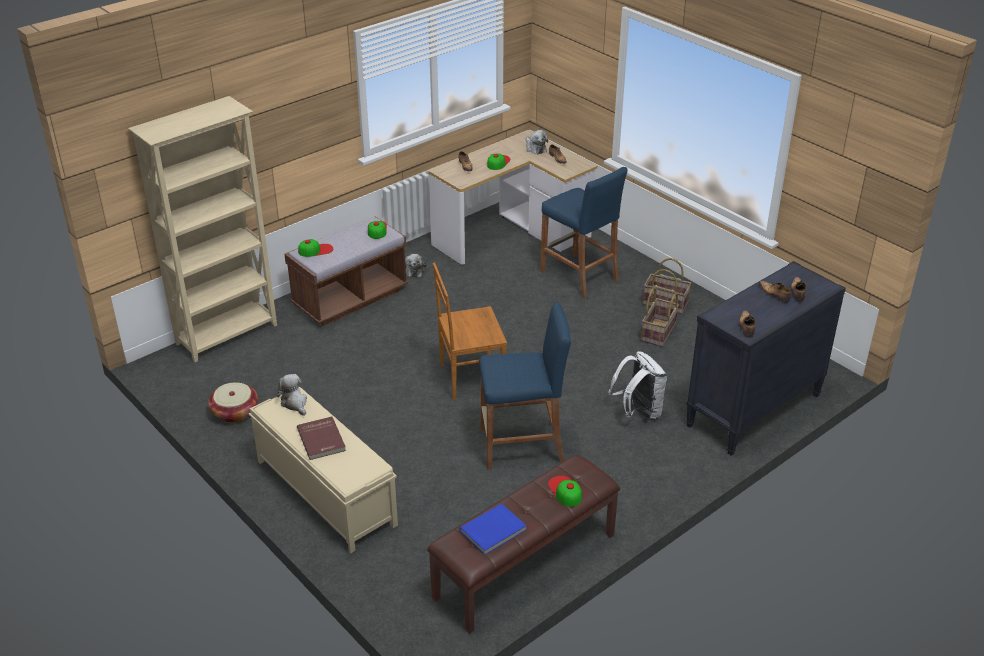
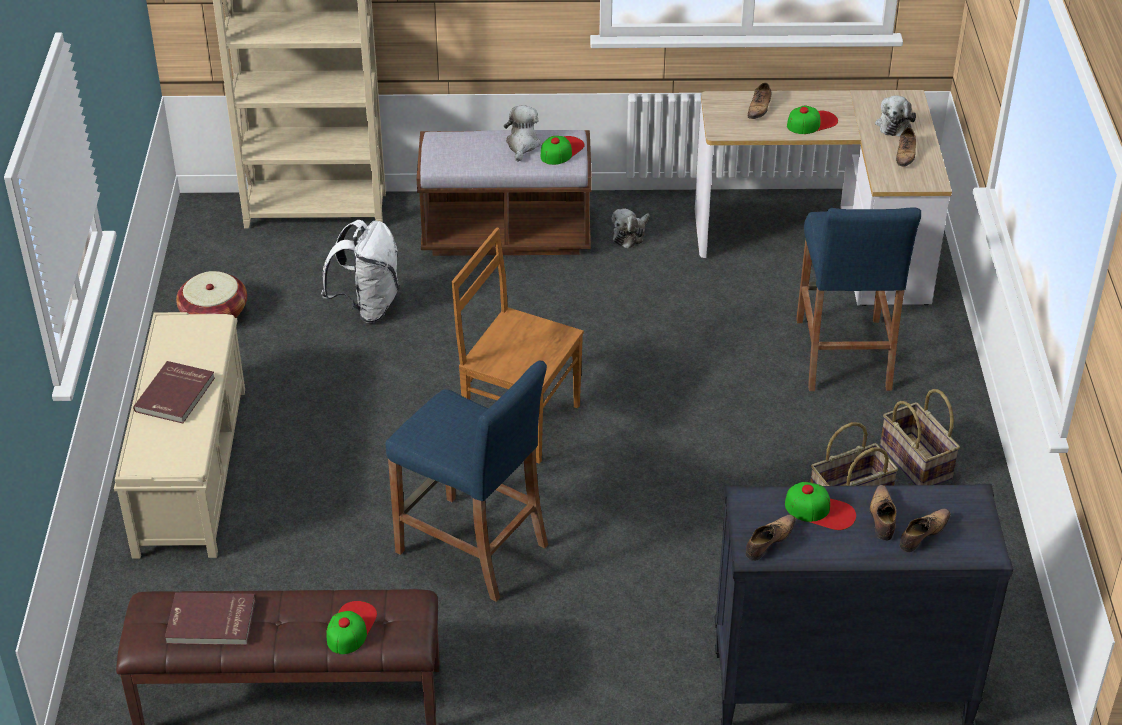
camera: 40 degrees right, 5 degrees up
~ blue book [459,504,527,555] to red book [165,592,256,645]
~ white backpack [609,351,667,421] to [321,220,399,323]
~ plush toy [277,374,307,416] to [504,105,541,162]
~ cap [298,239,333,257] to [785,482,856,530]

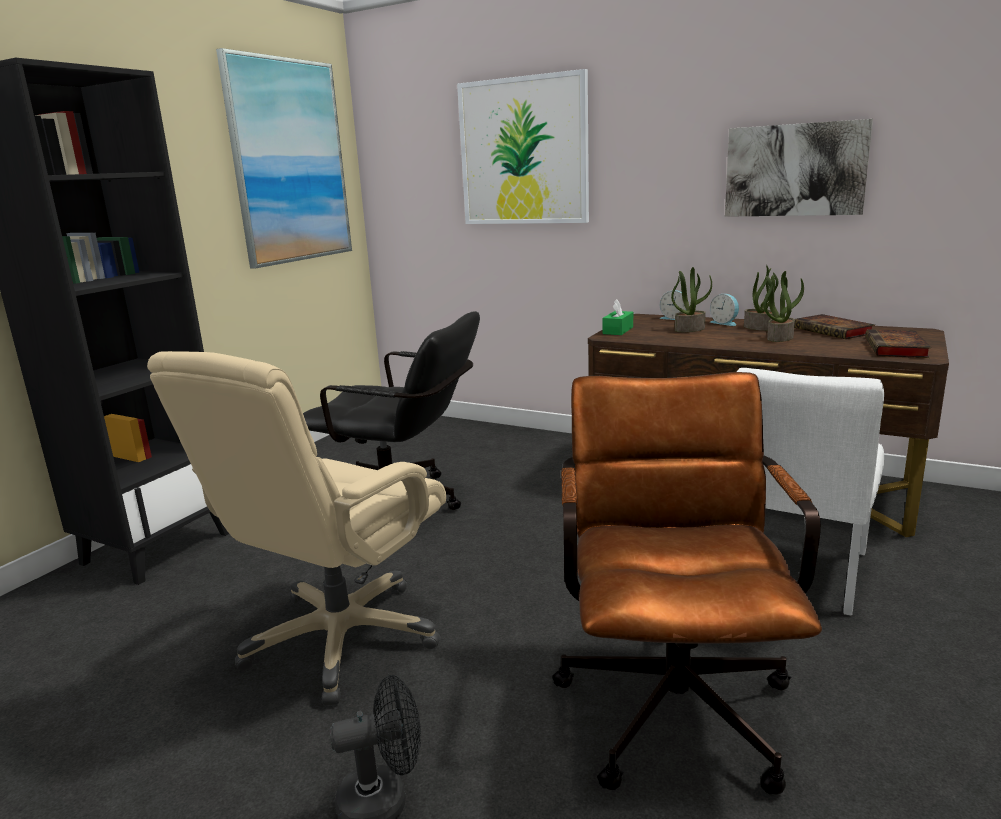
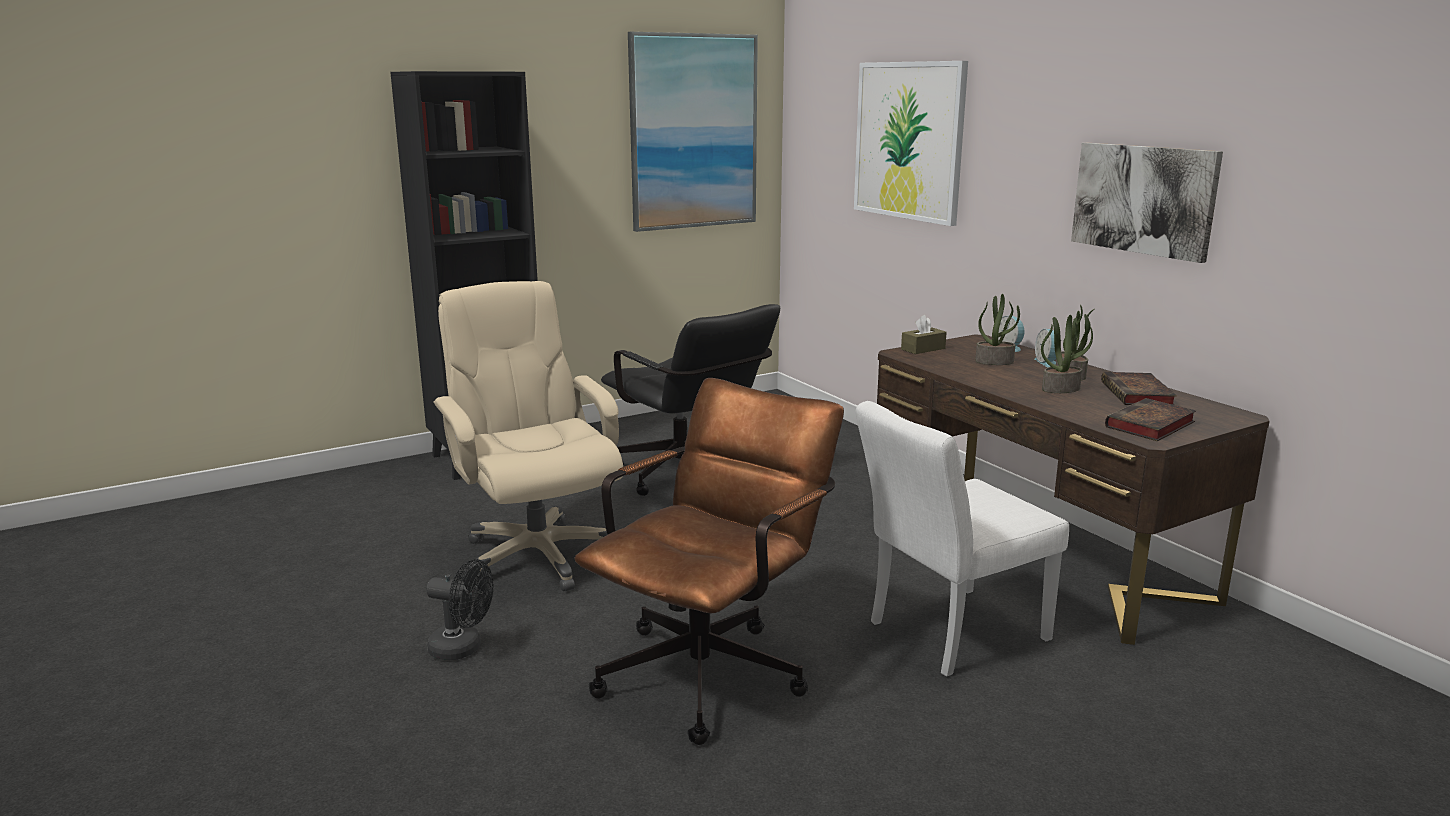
camera: 30 degrees right, 0 degrees up
~ beige office chair [147,351,446,706] = [433,281,623,591] 90 degrees clockwise
~ green tissue box [602,299,633,335] to brown tissue box [901,315,947,354]

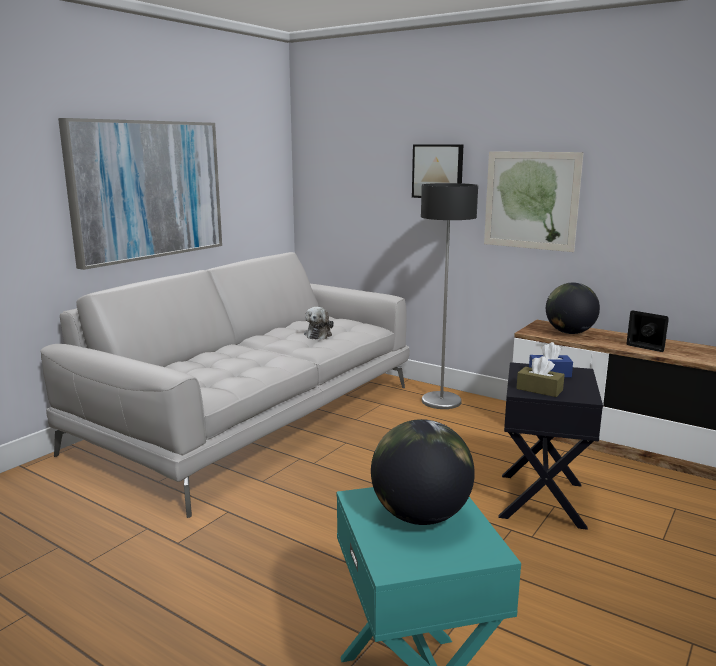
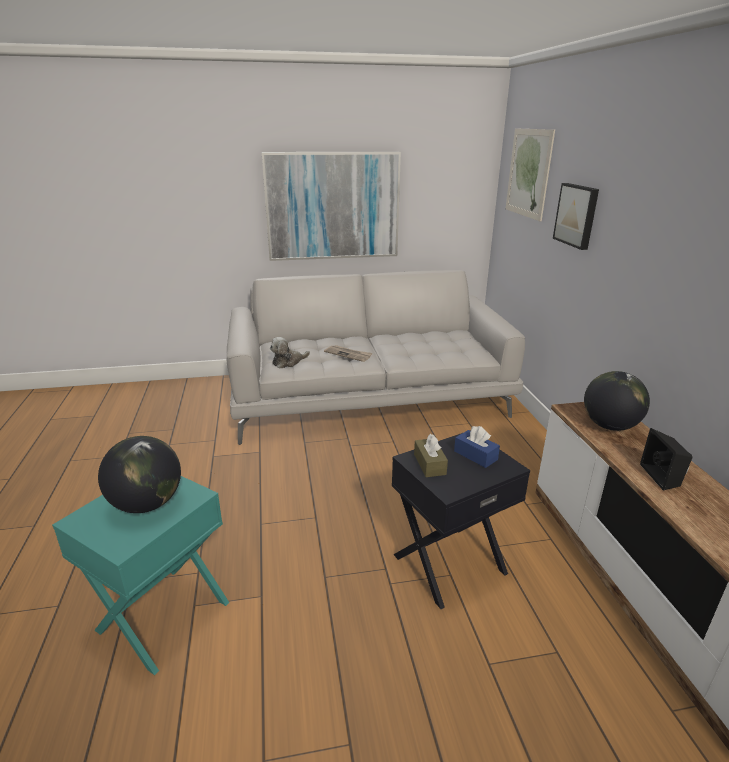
camera: 45 degrees right, 10 degrees up
~ plush toy [304,307,334,340] to [270,337,310,369]
+ newspaper [324,345,373,362]
~ picture [484,151,583,252] to [506,128,555,221]
- floor lamp [421,183,478,409]

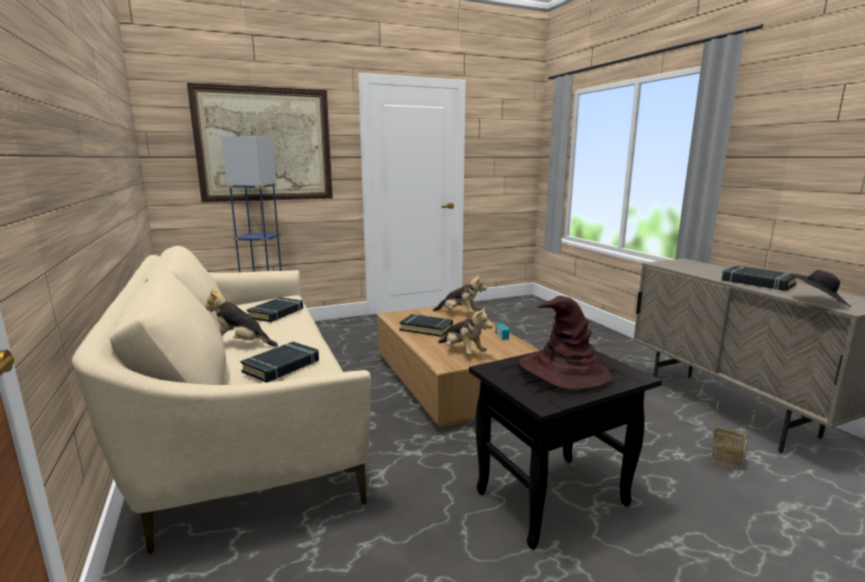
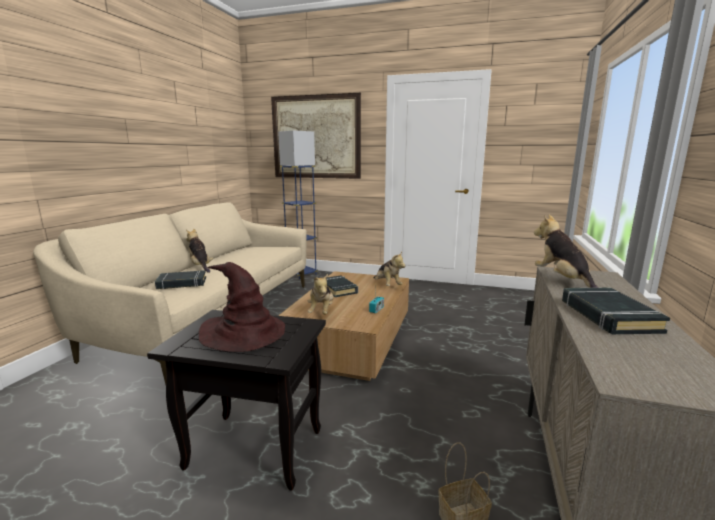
camera: 40 degrees right, 0 degrees up
+ plush toy [534,215,599,288]
- black book [247,297,303,322]
- black hat [791,270,851,307]

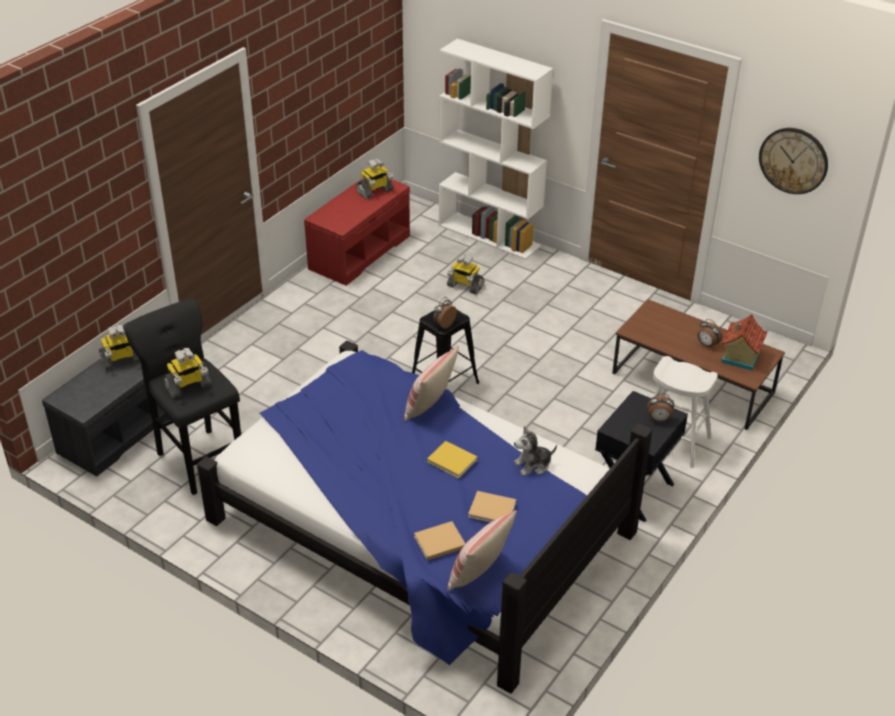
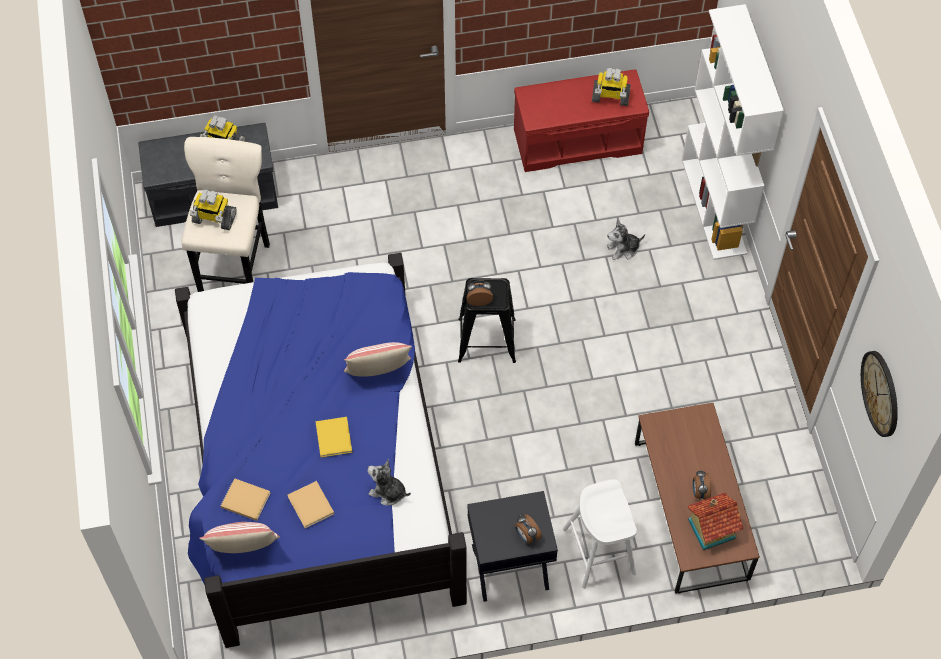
camera: 45 degrees right, 20 degrees up
~ black stool [123,298,241,495] to beige stool [182,137,270,292]
~ toy robot [447,254,484,294] to plush toy [607,219,645,260]

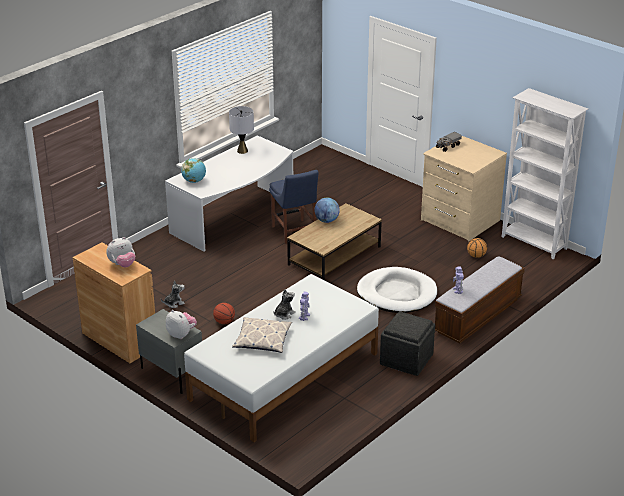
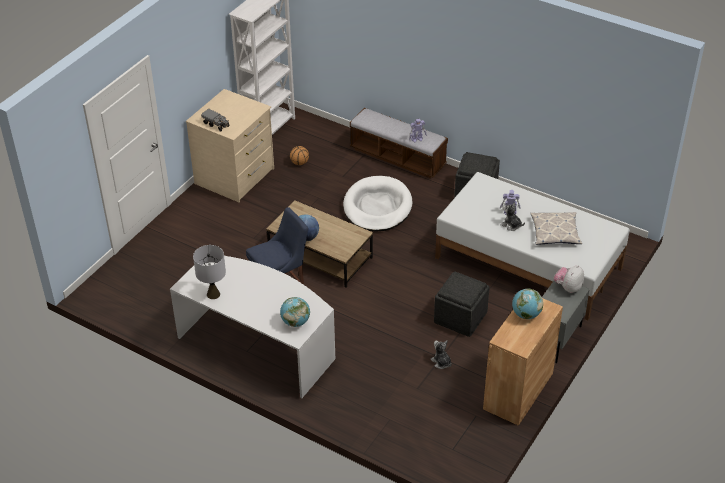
camera: 100 degrees left, 10 degrees up
~ basketball [213,303,235,324] to grey ottoman [434,272,489,337]
~ plush toy [106,237,135,267] to globe [512,288,543,319]

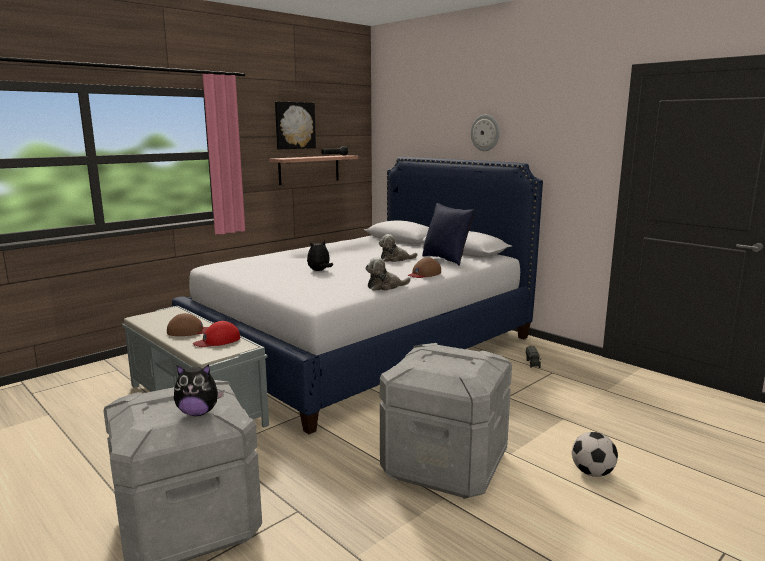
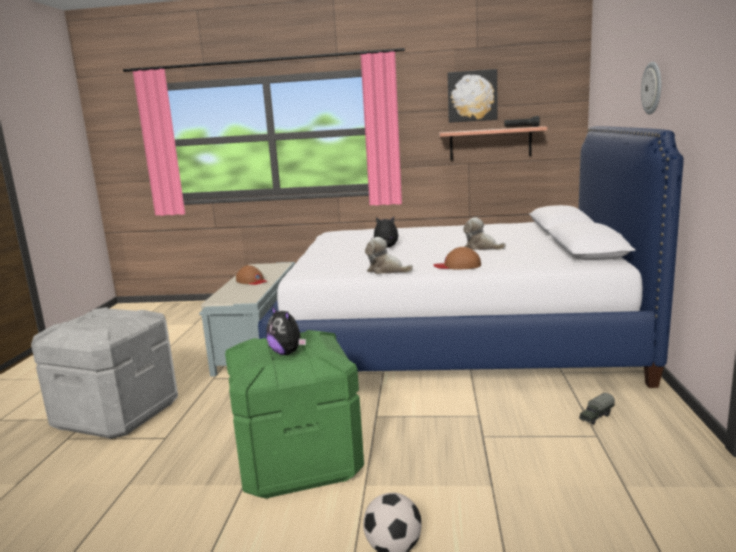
camera: 50 degrees right, 0 degrees up
~ grey storage box [380,343,512,499] to green storage box [225,330,364,499]
~ plush toy [174,365,224,416] to [266,307,306,355]
- red cap [193,321,240,347]
- blue pillow [422,203,476,266]

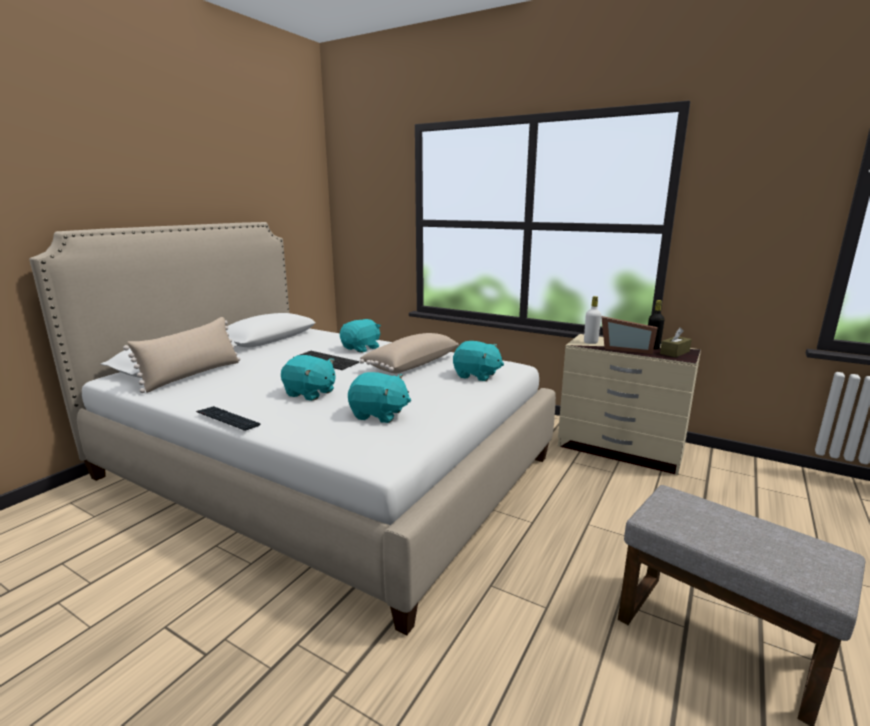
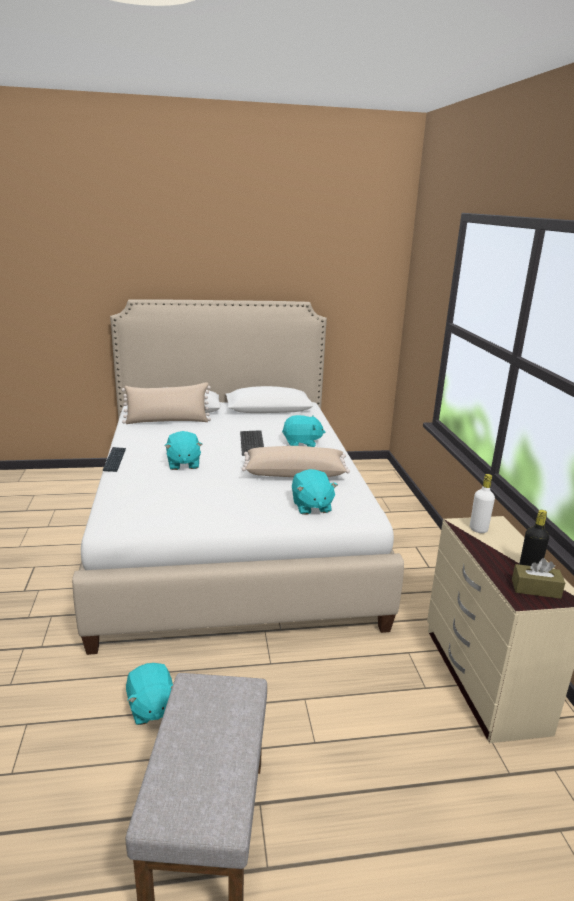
camera: 50 degrees right, 5 degrees up
~ turquoise plush toy [348,372,411,423] to [126,663,173,725]
- picture frame [601,316,658,354]

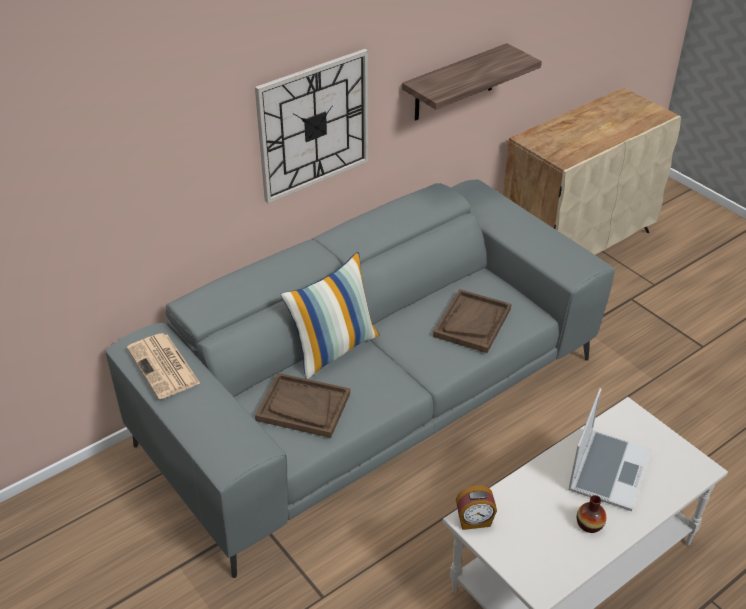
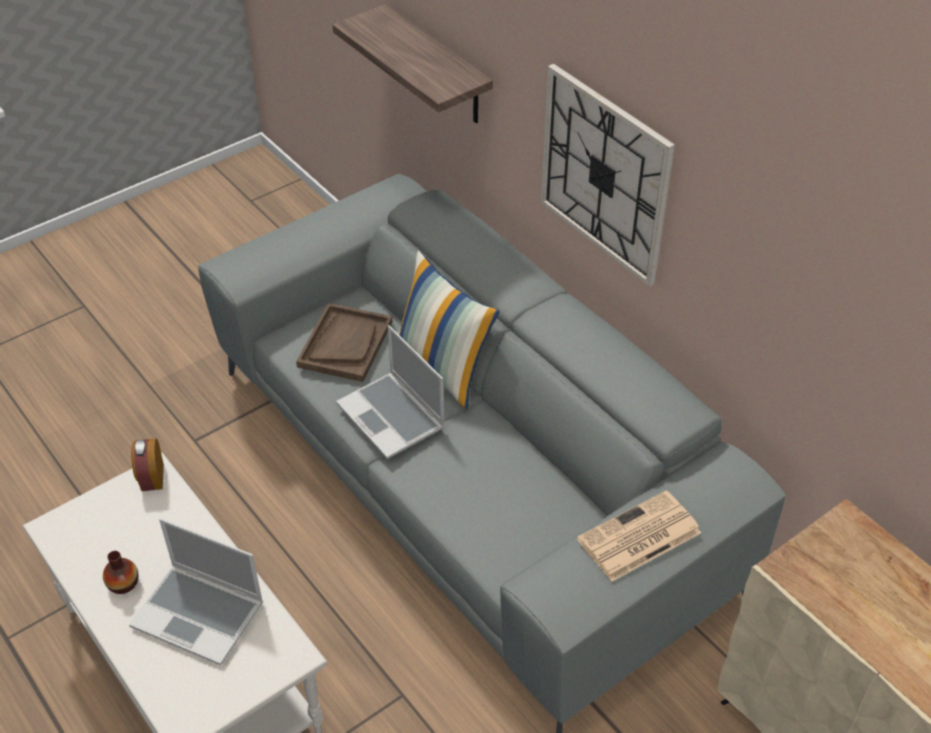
camera: 90 degrees right, 5 degrees up
~ shelf [402,43,542,120] to [333,4,493,124]
+ laptop [336,325,445,459]
~ newspaper [127,333,201,399] to [577,491,701,582]
- brown tray [433,289,511,353]

